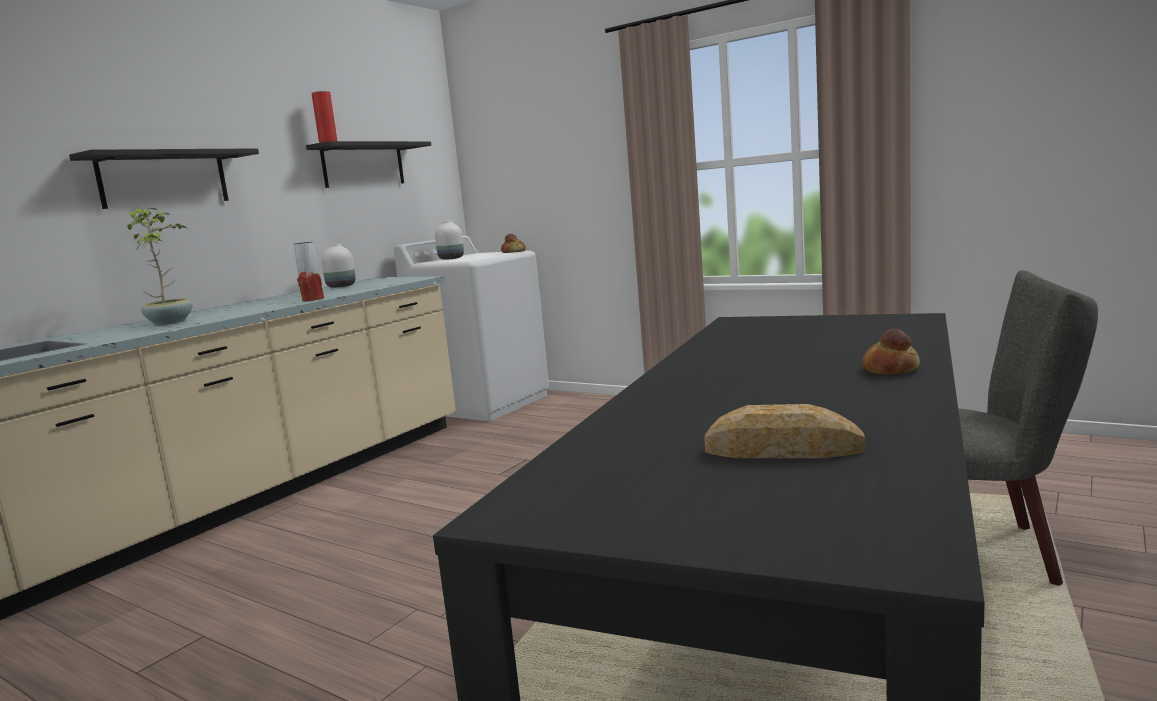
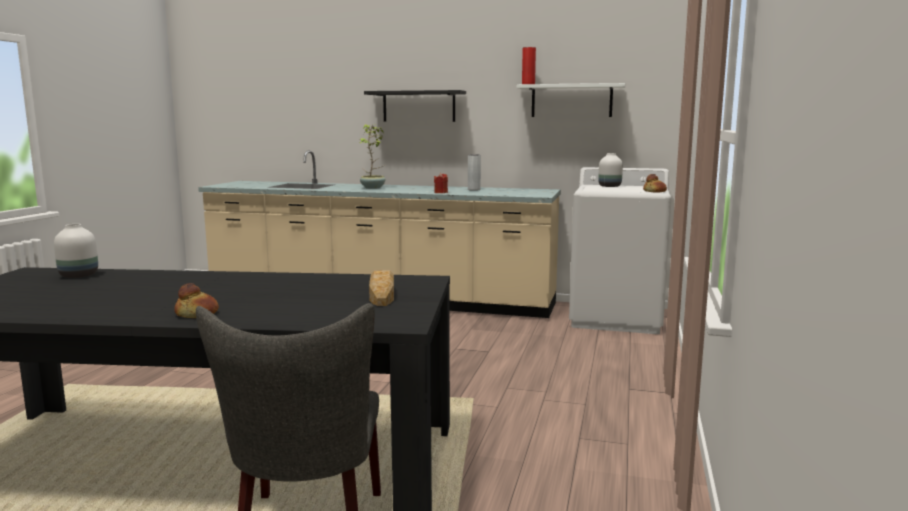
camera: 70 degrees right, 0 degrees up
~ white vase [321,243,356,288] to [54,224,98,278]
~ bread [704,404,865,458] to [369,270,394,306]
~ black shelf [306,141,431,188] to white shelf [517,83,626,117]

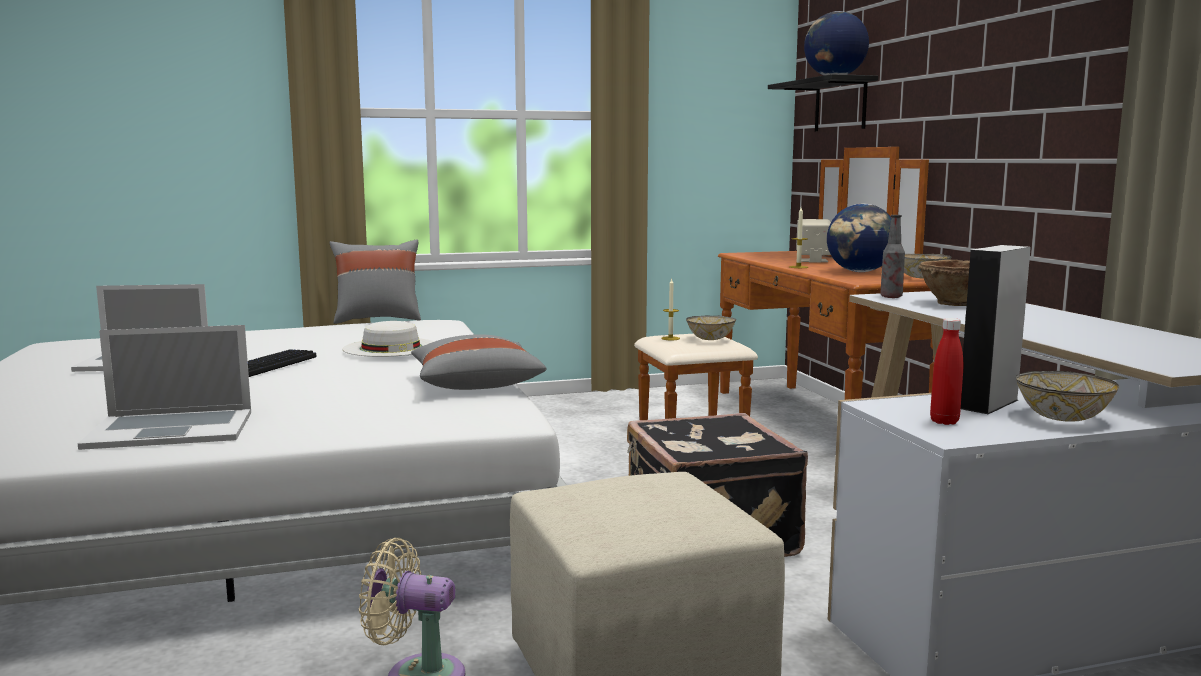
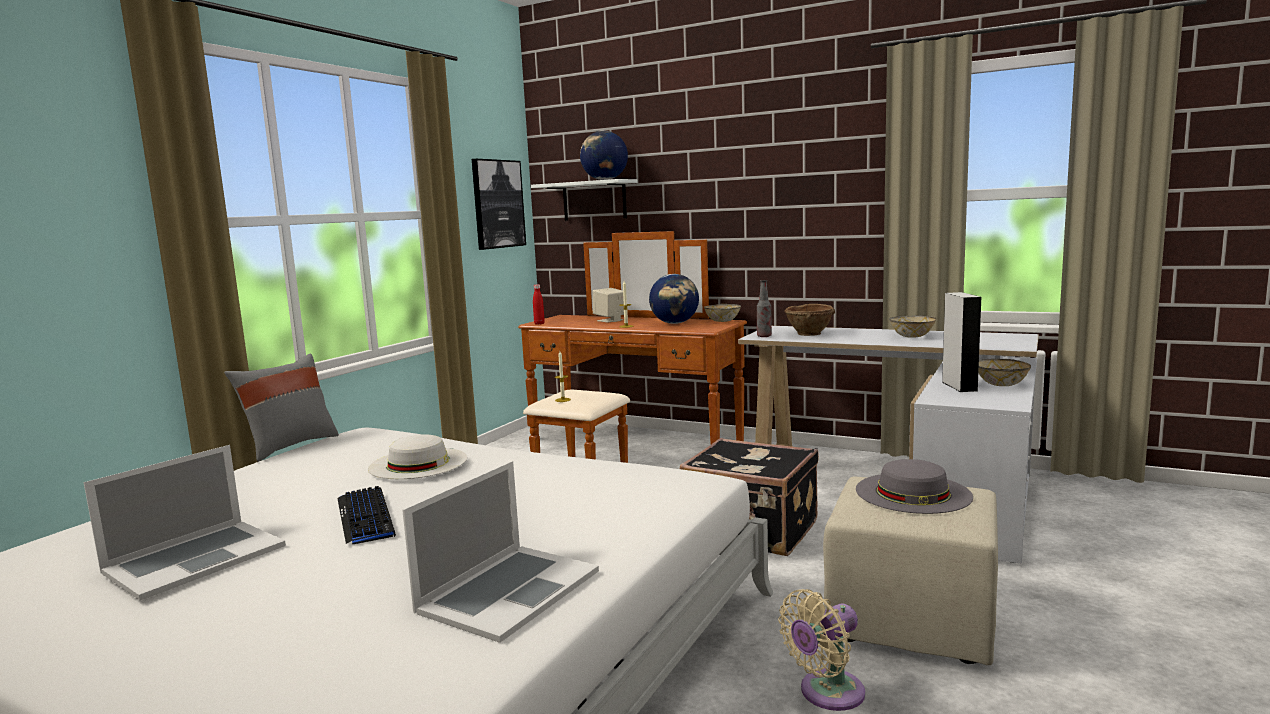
camera: 45 degrees left, 0 degrees up
+ picture [472,159,526,250]
~ black shelf [768,74,878,131] to white shelf [531,179,638,221]
~ red bottle [930,318,963,425] to [533,285,545,325]
+ grey hat [856,459,973,514]
~ bowl [686,316,736,340] to [889,315,936,338]
- grey pillow [411,334,547,390]

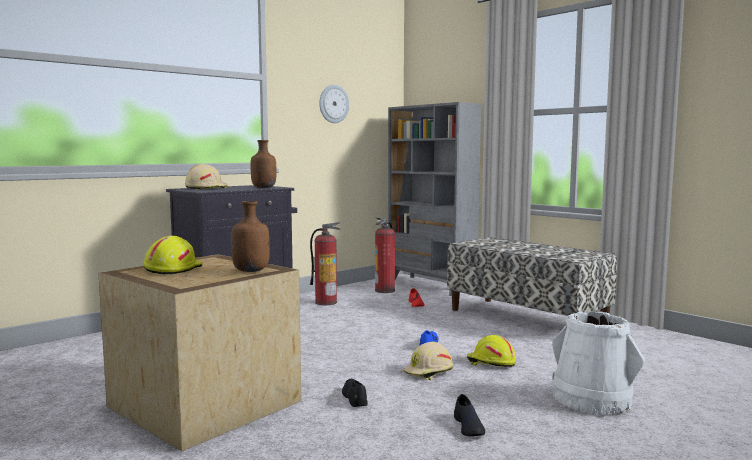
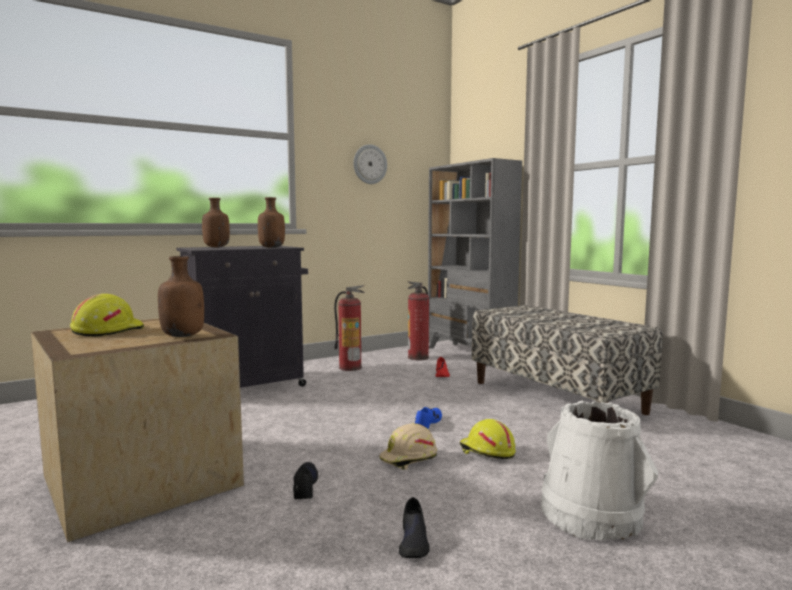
camera: 10 degrees right, 0 degrees up
~ beige hard hat [185,164,227,189] to brown bottle [202,198,230,247]

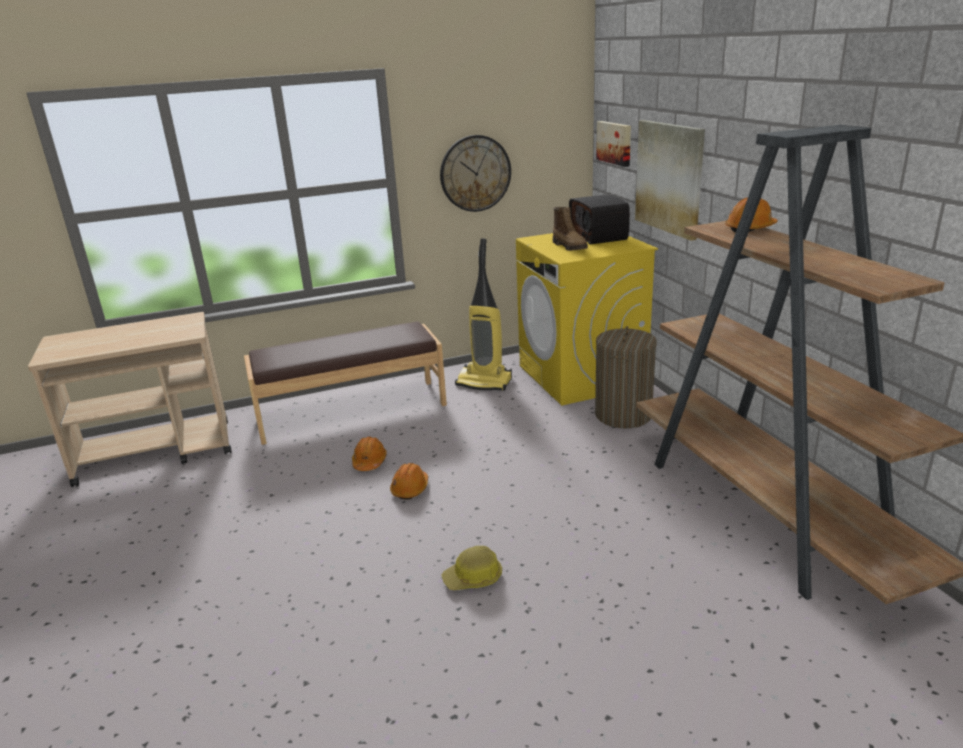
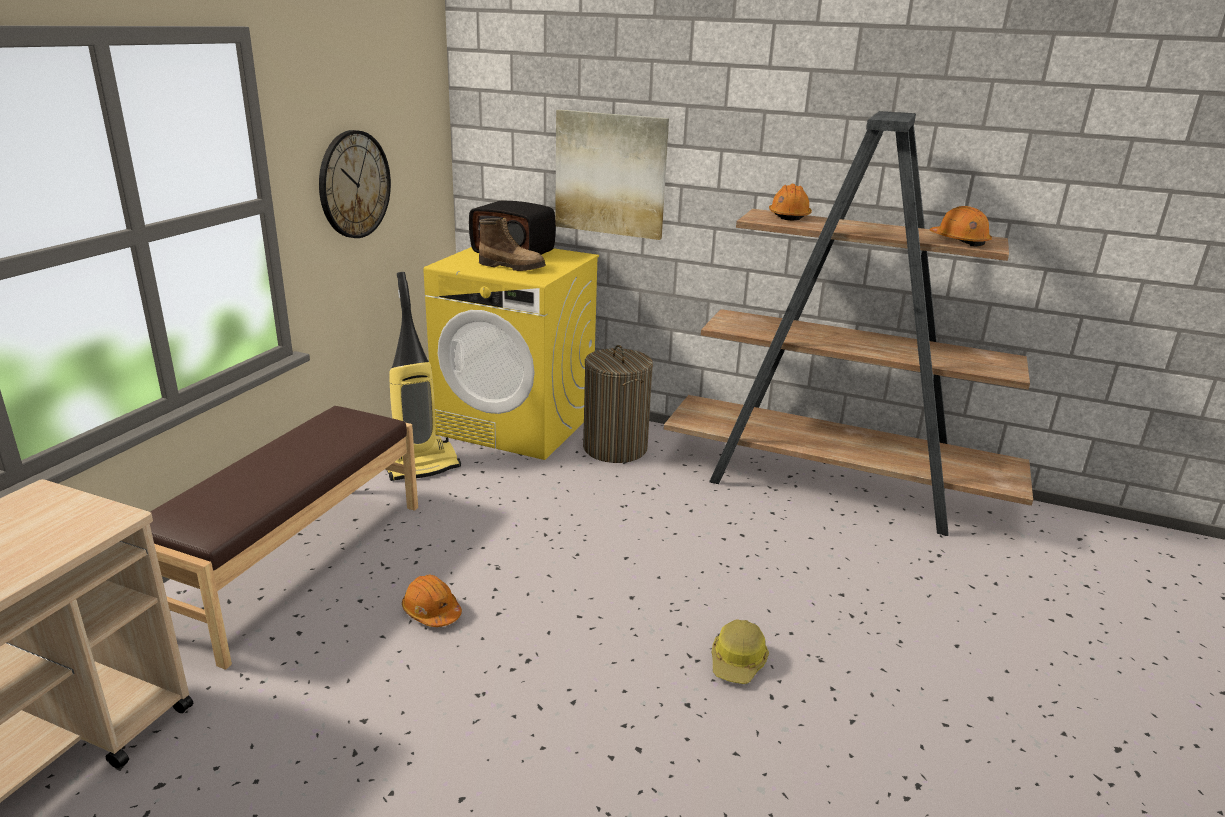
camera: 50 degrees left, 0 degrees up
~ orange hard hat [390,463,428,500] to [930,206,992,246]
- picture [596,121,631,167]

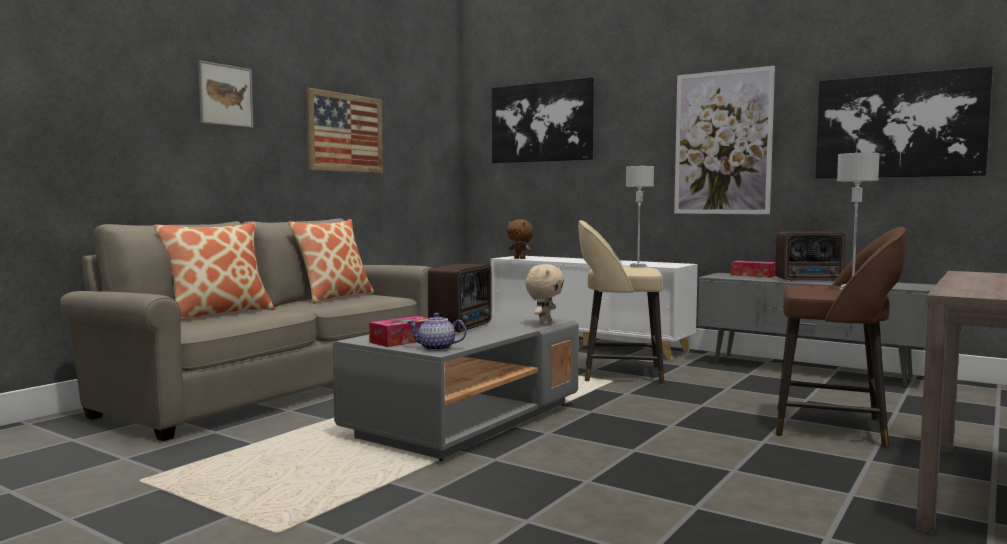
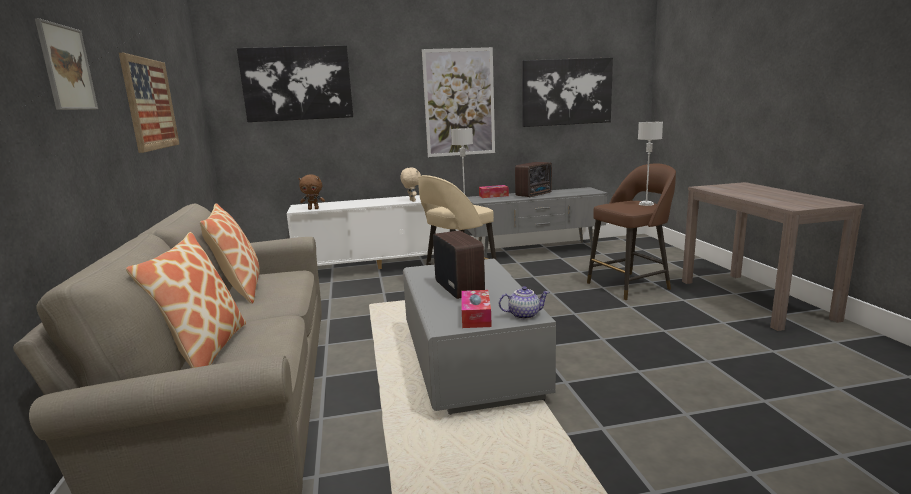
camera: 45 degrees left, 10 degrees up
~ beige plush toy [525,264,564,325] to [400,167,421,202]
~ teapot [408,313,467,351] = [499,286,549,319] 150 degrees counterclockwise

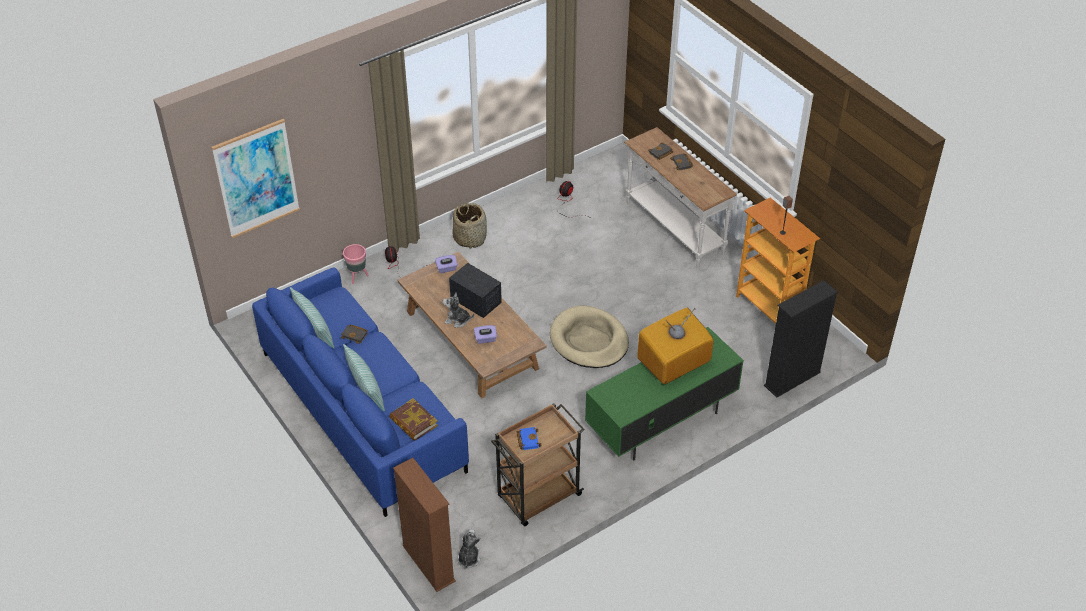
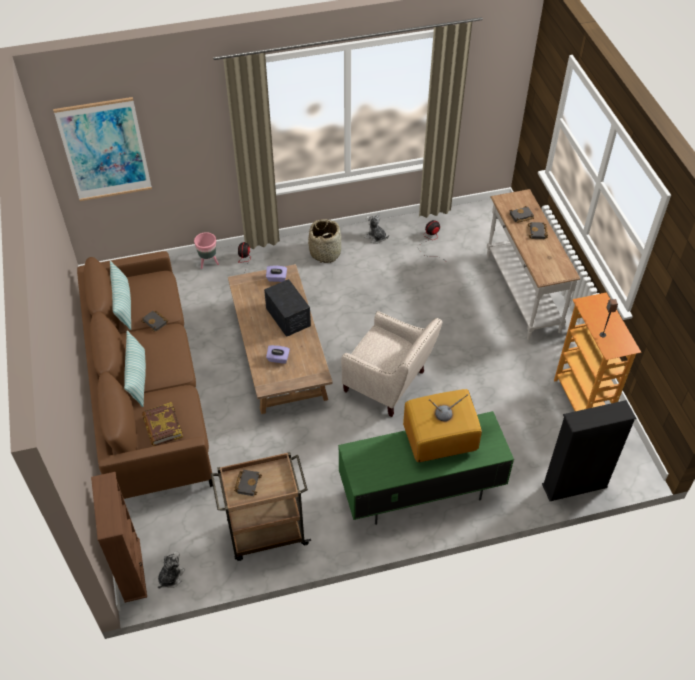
camera: 20 degrees right, 5 degrees up
~ blue sofa [252,268,469,517] to brown sofa [77,251,213,499]
~ blue book [517,427,542,450] to black book [234,470,262,496]
~ beige dog bed [550,306,629,368] to beige armchair [341,311,442,417]
~ plush toy [443,292,474,328] to [364,213,389,244]

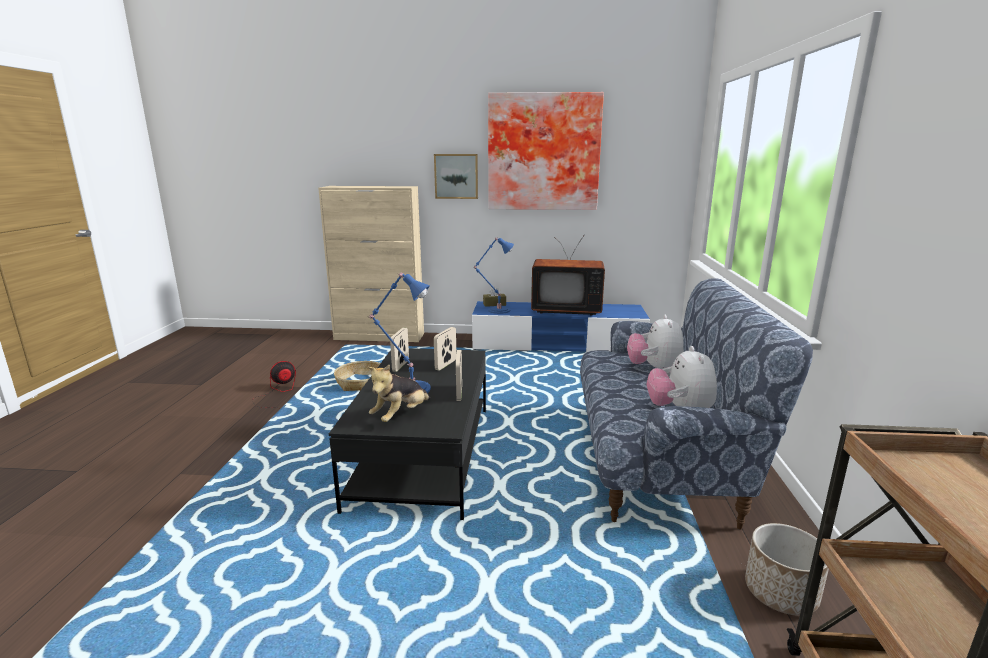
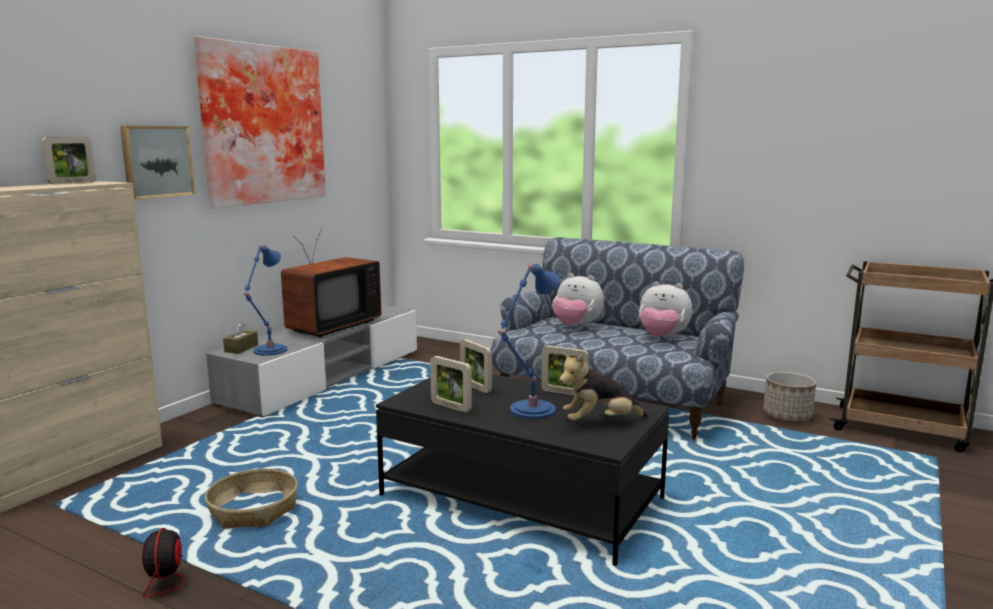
camera: 65 degrees left, 5 degrees down
+ picture frame [42,137,96,184]
~ blue tv stand [472,301,650,352] to grey tv stand [206,305,417,418]
~ plush toy [367,365,430,422] = [559,353,649,421] 105 degrees clockwise

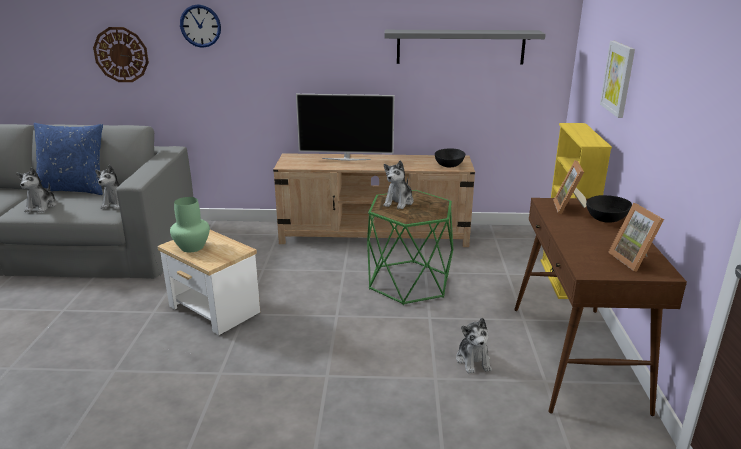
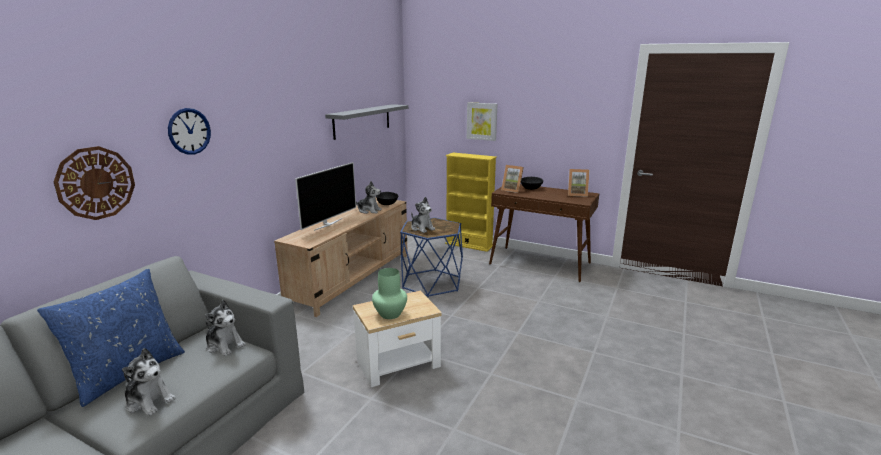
camera: 65 degrees left, 5 degrees down
~ plush toy [456,318,492,374] to [356,181,382,214]
~ green side table [367,190,453,305] to blue side table [400,218,463,297]

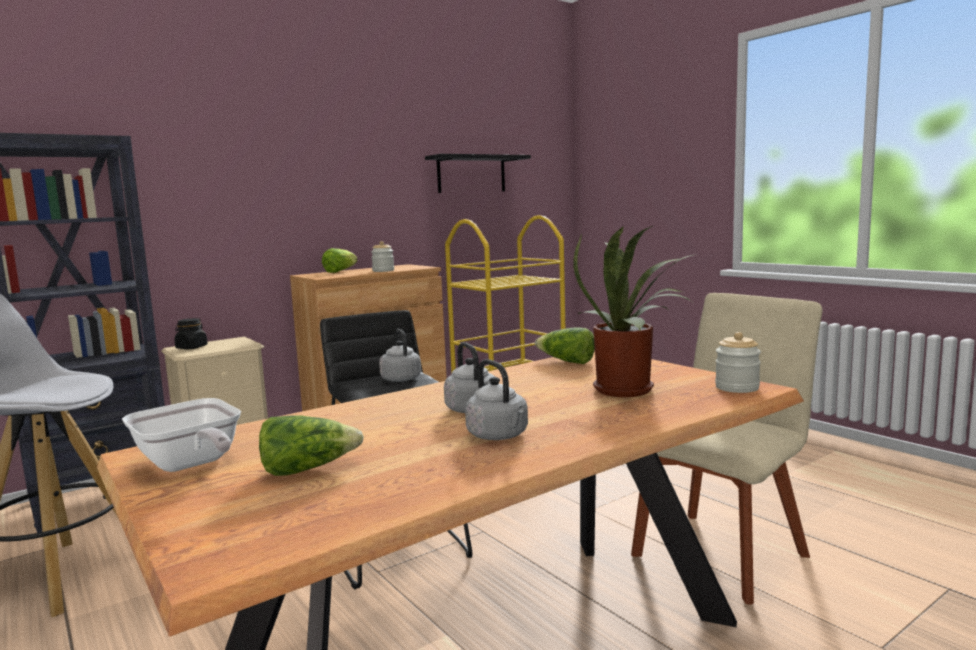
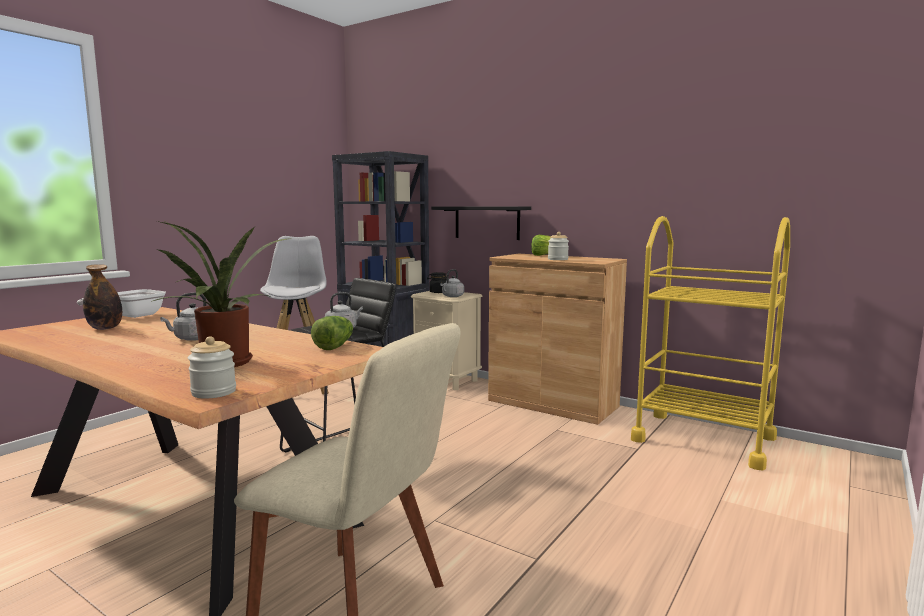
camera: 70 degrees right, 0 degrees up
~ lettuce [259,415,364,476] to bottle [83,264,122,330]
~ black shelf [425,154,531,193] to [431,207,531,240]
~ grey kettle [465,359,528,440] to [440,269,464,297]

